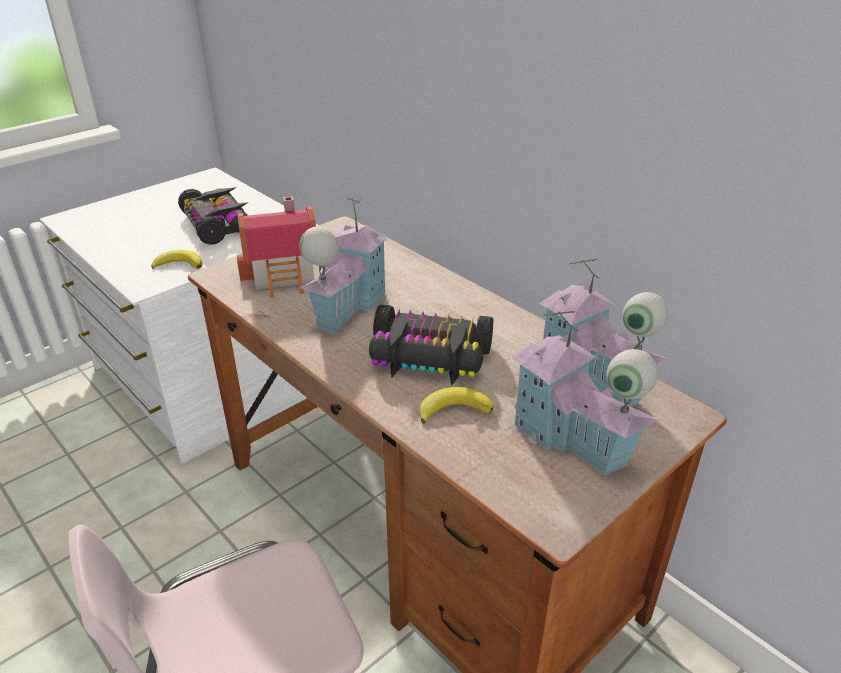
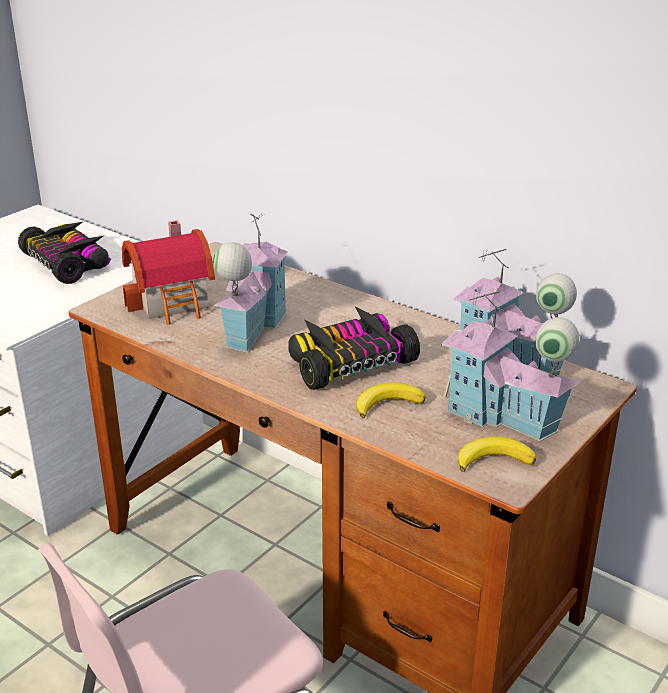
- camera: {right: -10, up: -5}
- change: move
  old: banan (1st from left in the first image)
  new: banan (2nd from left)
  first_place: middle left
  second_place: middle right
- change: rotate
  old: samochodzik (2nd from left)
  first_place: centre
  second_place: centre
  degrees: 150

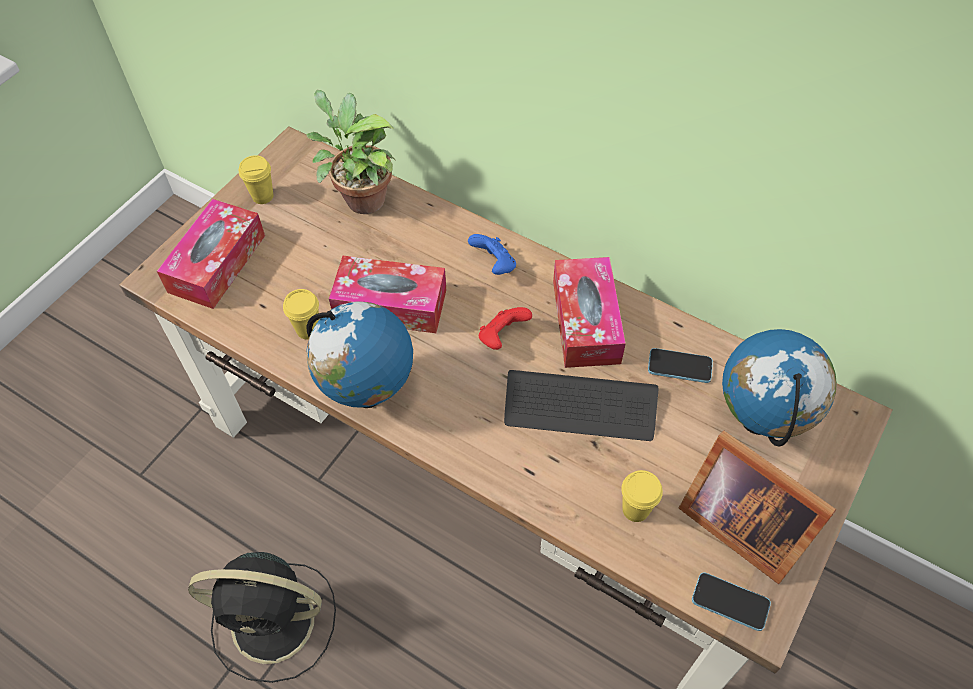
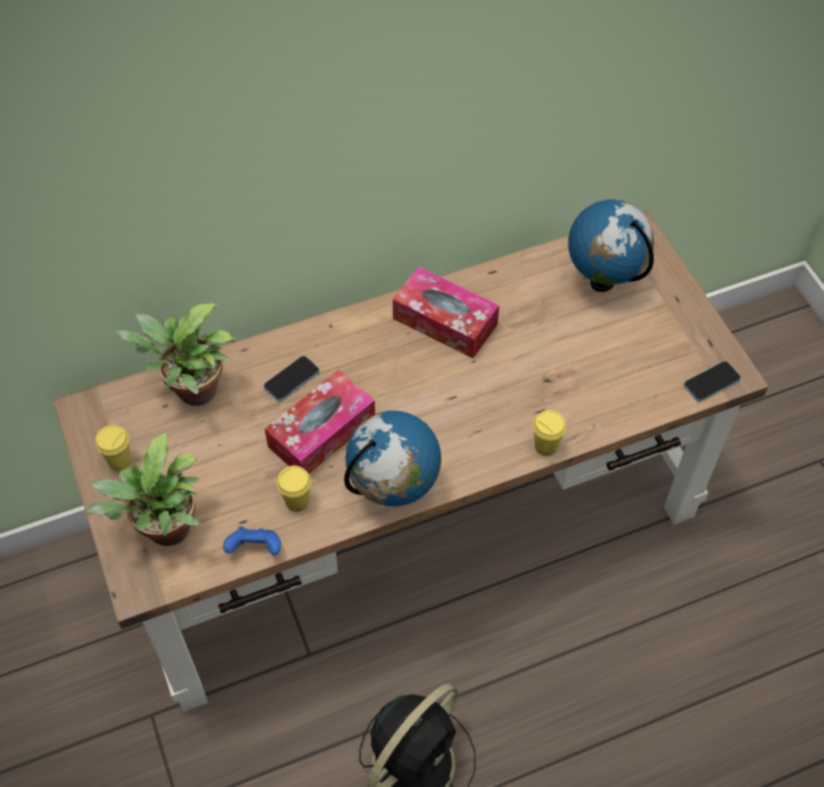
- camera: {right: -55, up: 0}
- change: replace
  old: pudełko chusteczek (1st from left)
  new: roślina doniczkowa (1st from left)
  first_place: middle left
  second_place: middle left
- change: move
  old: pad do gier (niebieski)
  first_place: centre
  second_place: bottom left
- change: delete
  old: pad do gier (czerwony)
  first_place: centre
- change: move
  old: telefon (1st from left)
  first_place: middle right
  second_place: centre
- change: delete
  old: klawiatura
  first_place: centre
- change: delete
  old: ramka na zdjęcie
  first_place: bottom right
- change: move
  old: filiżanka (żółty) (3rd from left)
  first_place: bottom centre
  second_place: centre

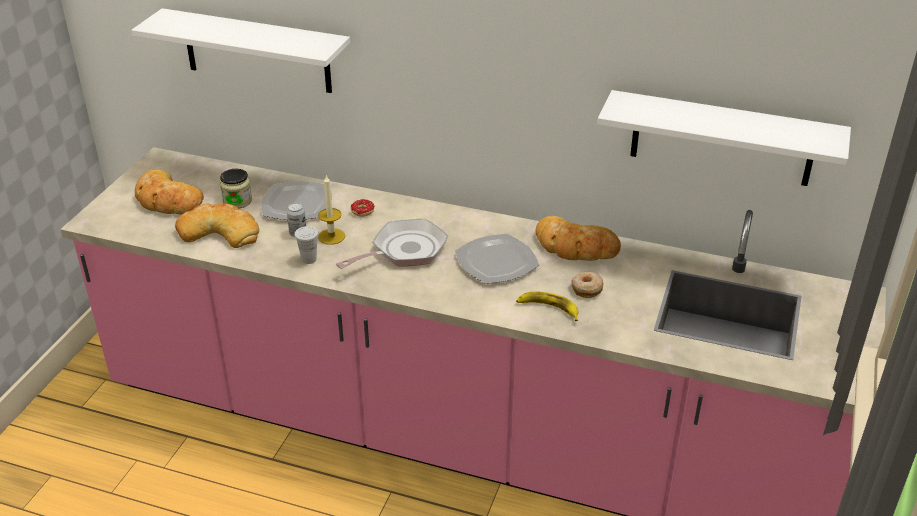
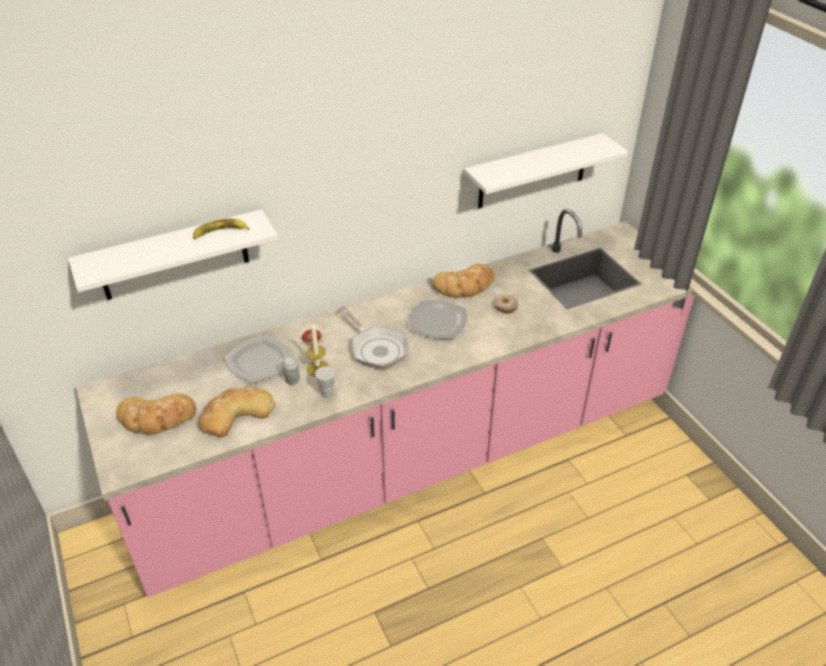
- camera: {right: -45, up: 5}
- change: delete
  old: słoik
  first_place: middle left
- change: rotate
  old: patelnia
  first_place: centre
  second_place: centre
  degrees: 135
- change: move
  old: banan
  first_place: centre
  second_place: middle left

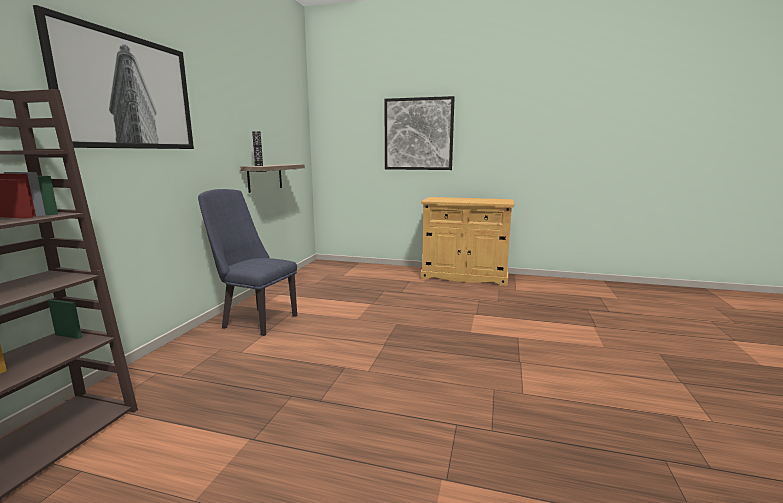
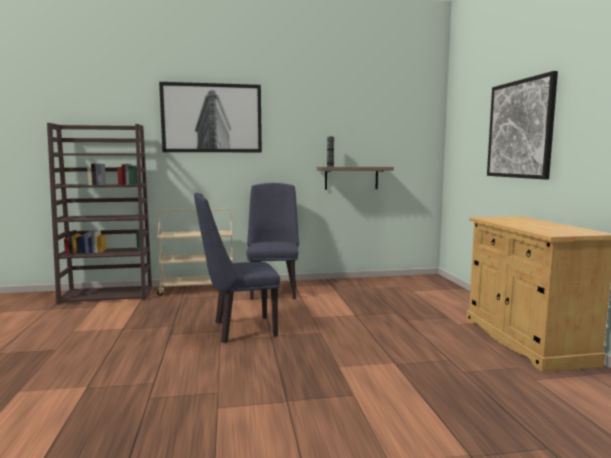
- camera: {right: 65, up: -5}
- change: insert
  new: krzesło (niebieski) (1st from left)
  second_place: centre
- change: insert
  new: wózek (beżowy)
  second_place: middle left

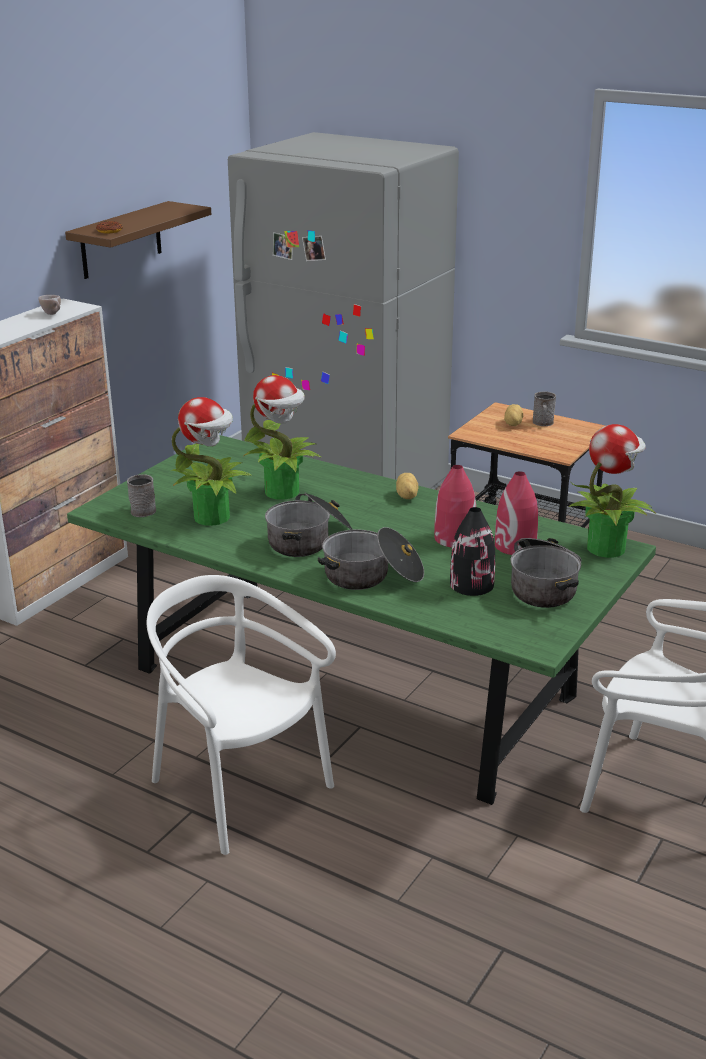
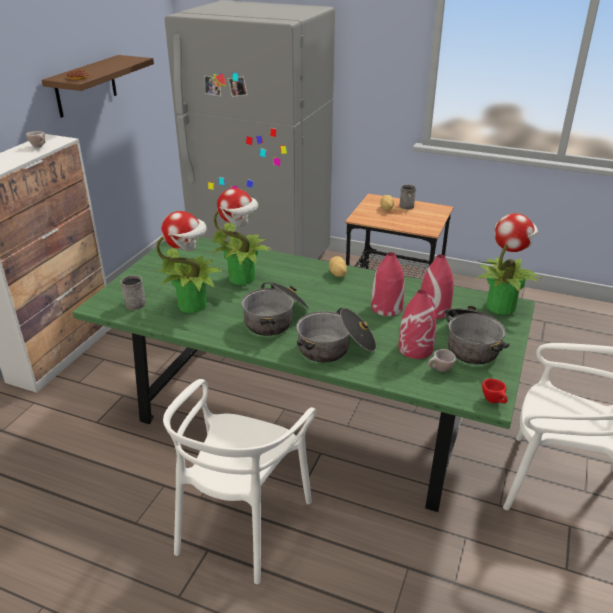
- camera: {right: -10, up: 5}
- change: recolor
  old: wazon (czarny)
  new: wazon (czerwony) (2nd from left)
  first_place: middle right
  second_place: middle right
- change: rotate
  old: krzesło (biały) (1st from left)
  first_place: bottom centre
  second_place: bottom centre
  degrees: -105
- change: insert
  new: filiżanka (beżowy) (2nd from left)
  second_place: middle right
- change: insert
  new: filiżanka (czerwony)
  second_place: middle right

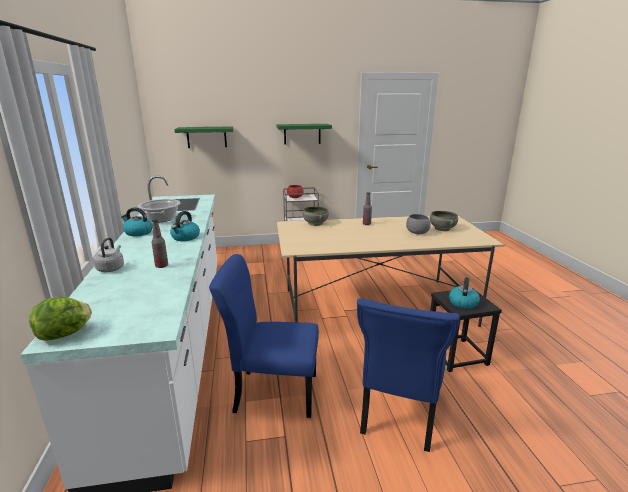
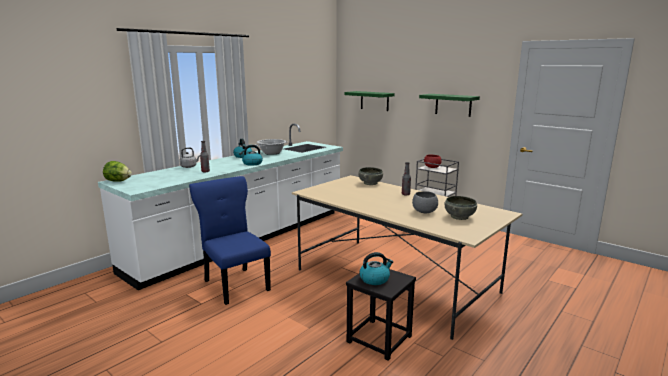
- camera: {right: 50, up: -5}
- change: delete
  old: krzesło (niebieski) (2nd from left)
  first_place: bottom centre

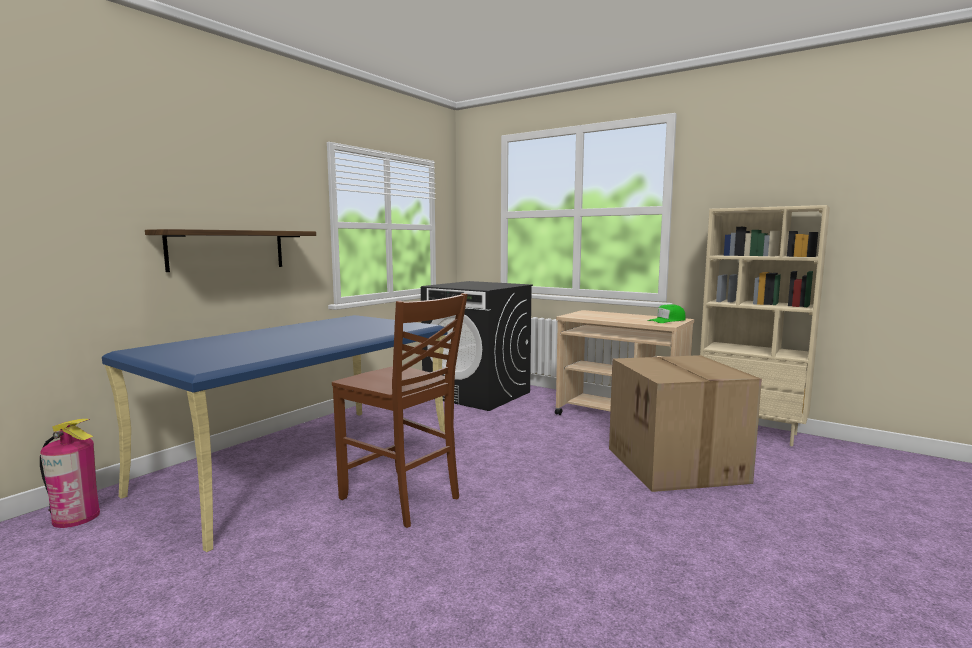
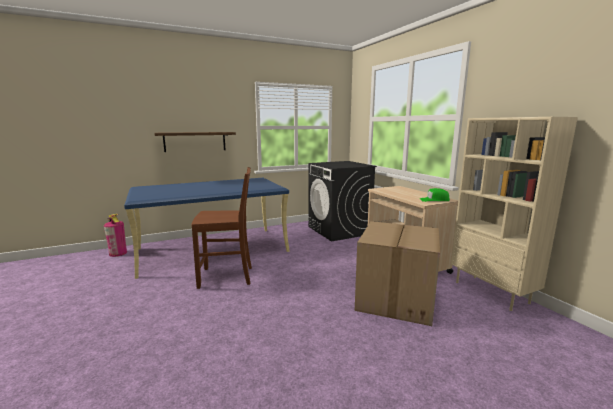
- camera: {right: 30, up: 5}
- change: rotate
  old: krzesło (brązowy)
  first_place: centre
  second_place: centre
  degrees: -75

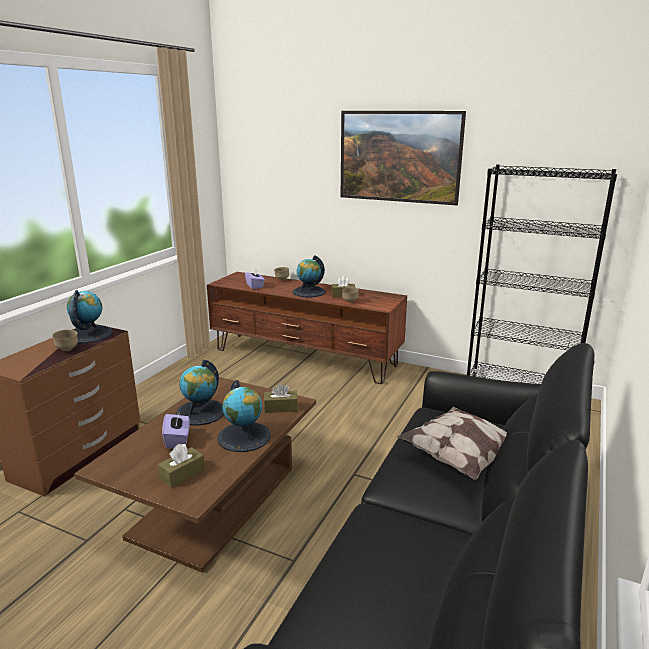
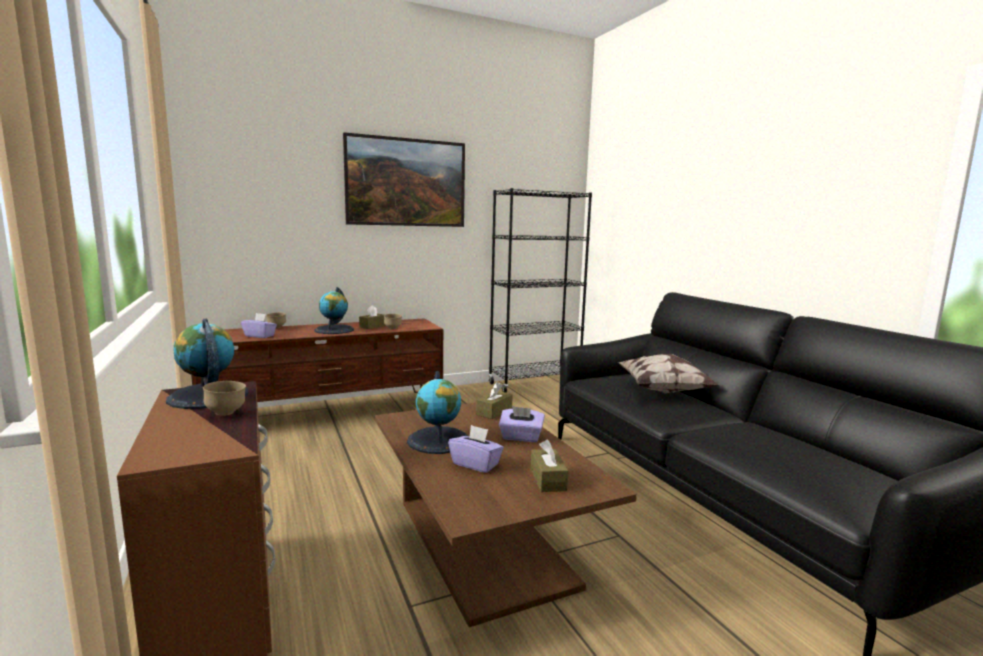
- camera: {right: -50, up: -10}
- change: replace
  old: globus (3rd from left)
  new: pudełko chusteczek (fioletowy) (3rd from left)
  first_place: centre
  second_place: centre

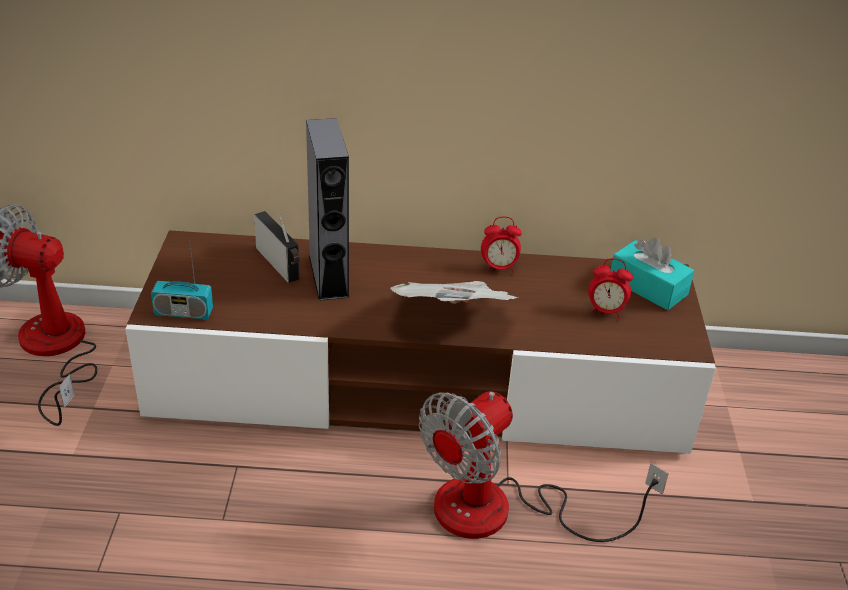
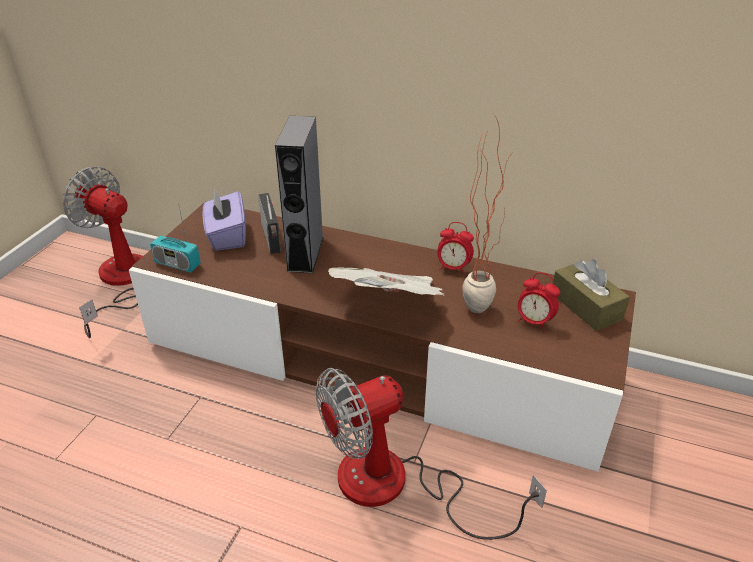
- camera: {right: 20, up: 0}
- change: recolor
  old: pudełko chusteczek (turkusowy)
  new: pudełko chusteczek (brązowy)
  first_place: middle right
  second_place: middle right
- change: insert
  new: roślina doniczkowa
  second_place: centre
- change: insert
  new: pudełko chusteczek (fioletowy)
  second_place: middle left

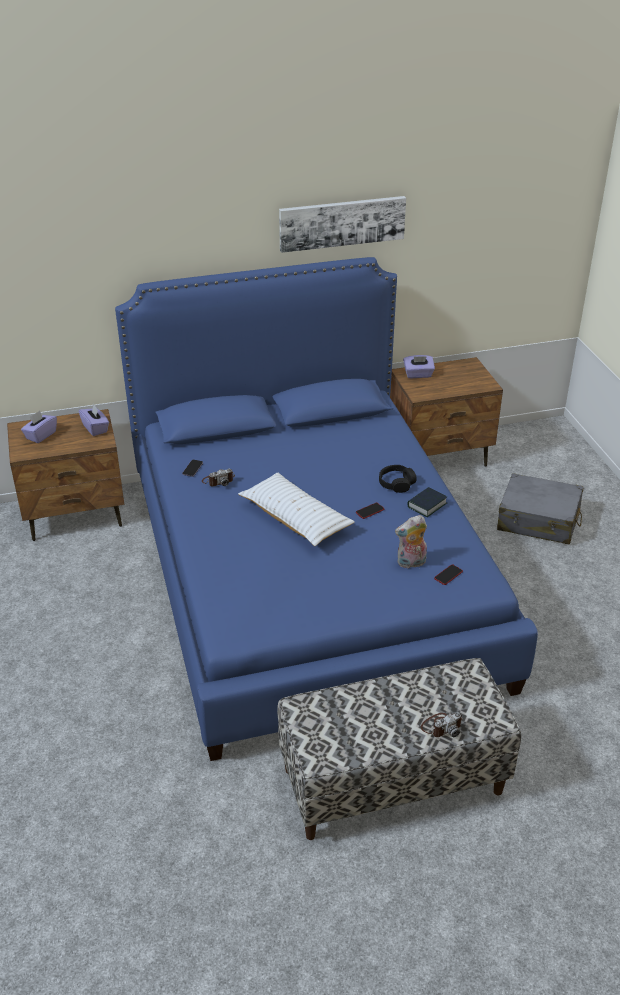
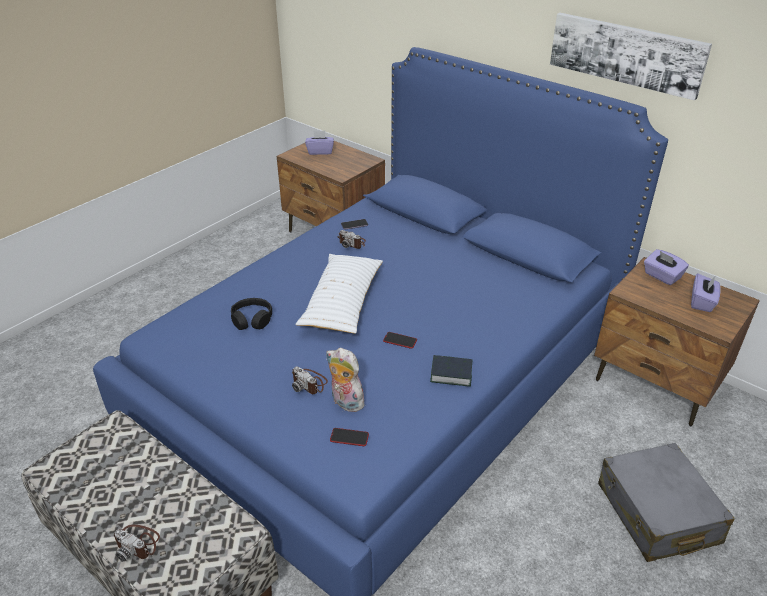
- camera: {right: 55, up: 0}
- change: move
  old: pudełko chusteczek (fioletowy) (2nd from left in the first image)
  new: pudełko chusteczek (fioletowy) (3rd from left)
  first_place: middle left
  second_place: middle right
- change: move
  old: słuchawki (czarny)
  first_place: centre
  second_place: middle left
- change: insert
  new: aparat fotograficzny (2nd from left)
  second_place: centre

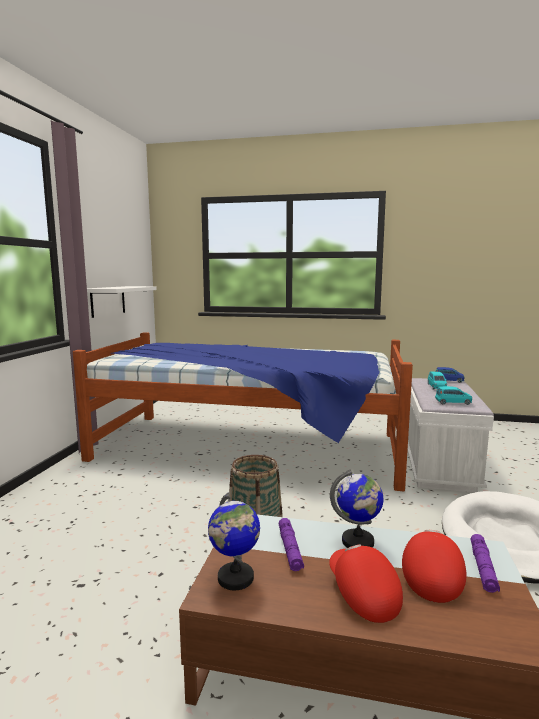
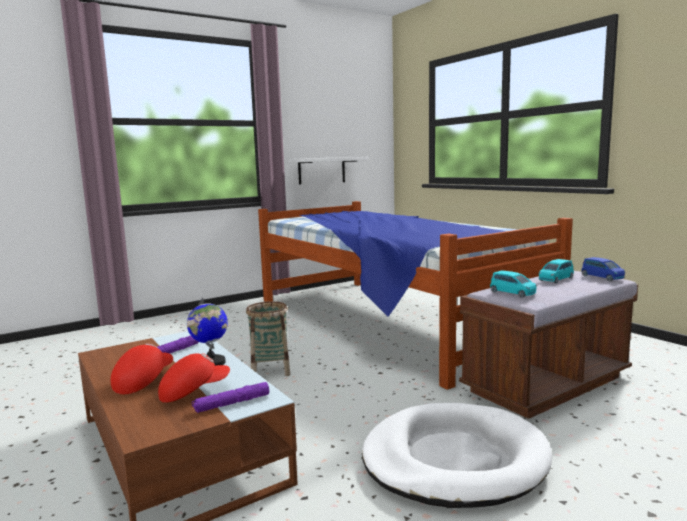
- camera: {right: 45, up: 0}
- change: recolor
  old: ławka (biały)
  new: ławka (brązowy)
  first_place: middle right
  second_place: middle right
- change: delete
  old: globus (1st from left)
  first_place: bottom centre

